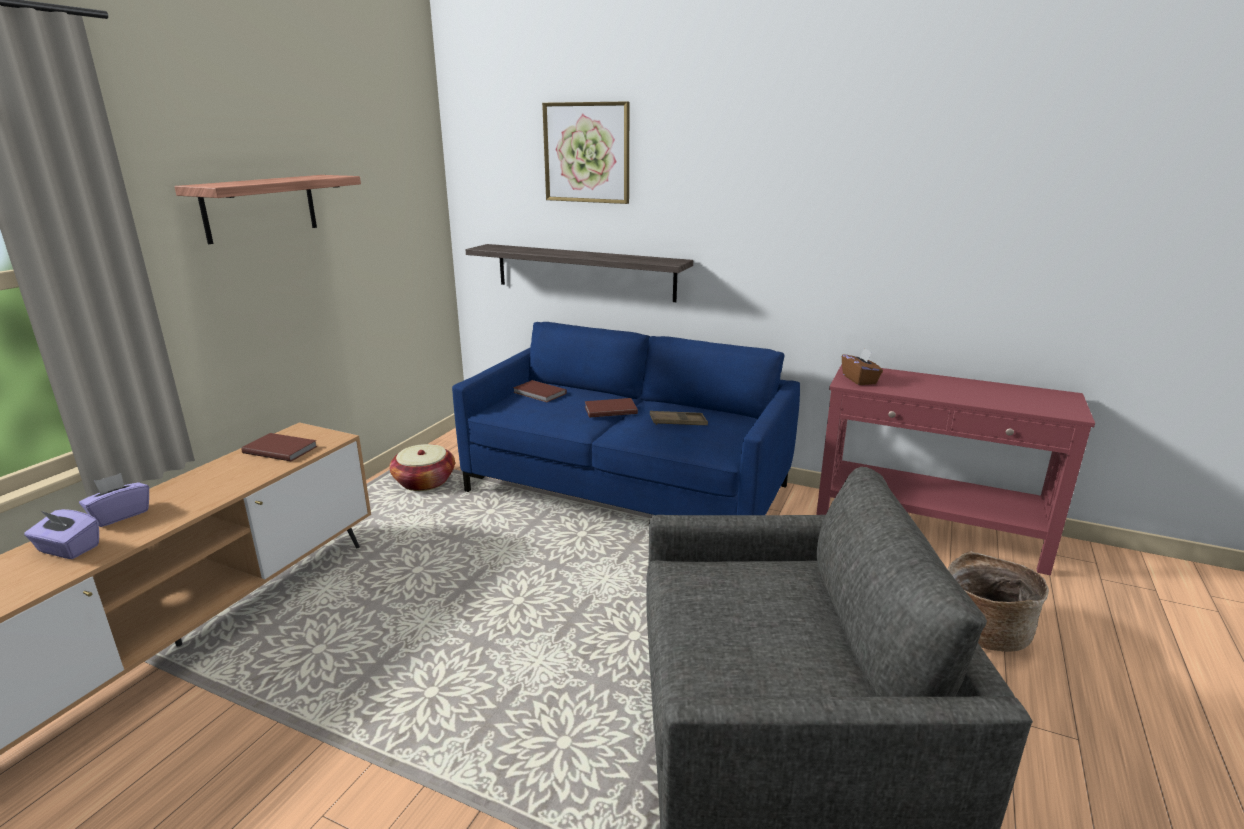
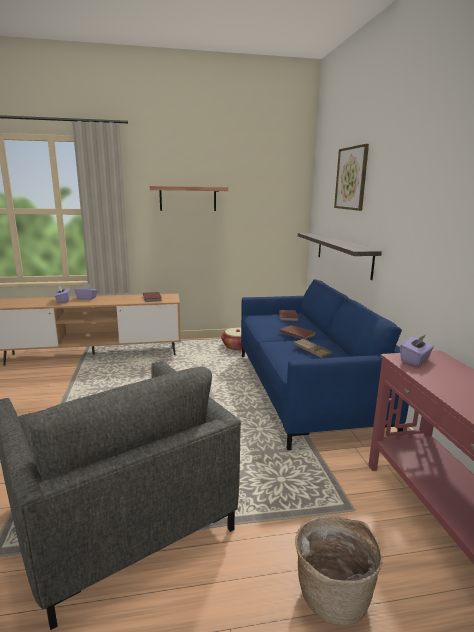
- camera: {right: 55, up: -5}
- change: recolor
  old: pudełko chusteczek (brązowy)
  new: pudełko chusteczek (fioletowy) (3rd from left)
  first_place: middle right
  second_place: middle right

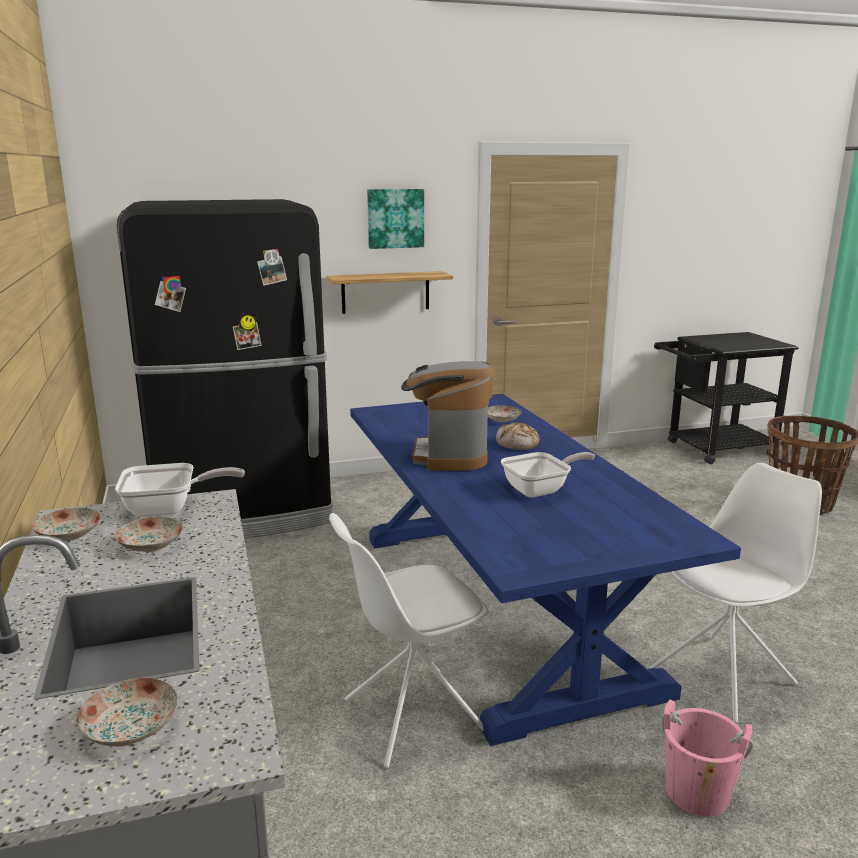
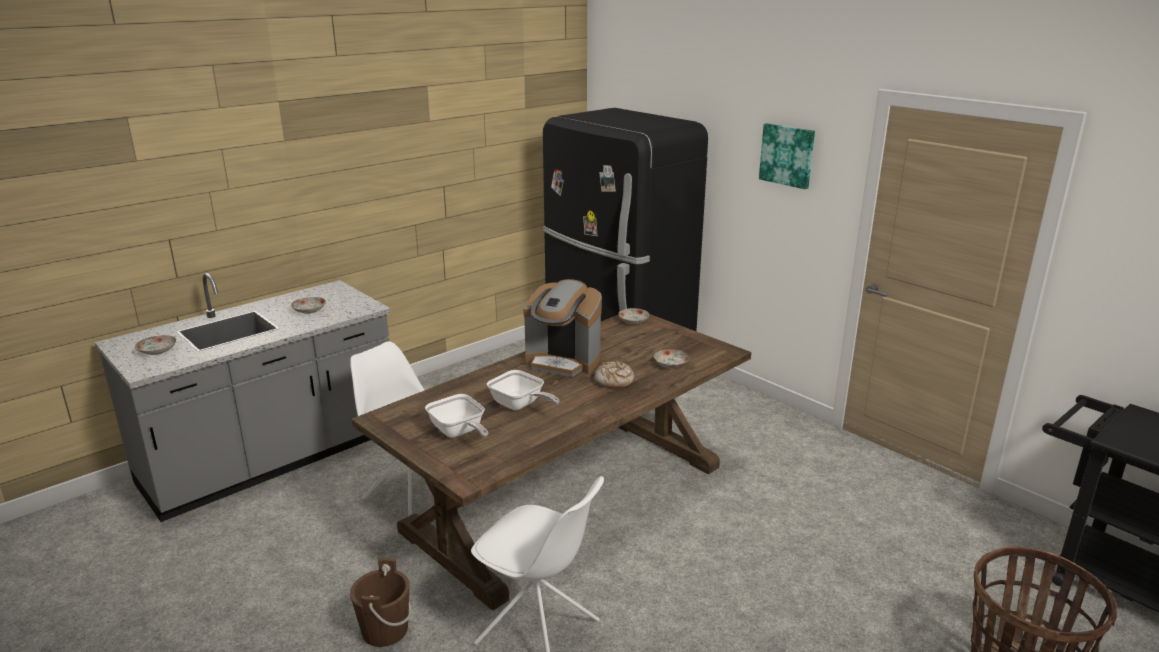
- camera: {right: 65, up: 5}
- change: delete
  old: półka
  first_place: centre
- change: rotate
  old: ekspres do kawy
  first_place: centre
  second_place: centre
  degrees: -135
- change: recolor
  old: stół jadalny (niebieski)
  new: stół jadalny (brązowy)
  first_place: centre
  second_place: bottom centre
- change: move
  old: patelnia (1st from left)
  first_place: middle left
  second_place: centre
- change: move
  old: talerz (1st from left in the first image)
  new: talerz (3rd from left)
  first_place: middle left
  second_place: centre
- change: recolor
  old: wiadro (różowy)
  new: wiadro (brązowy)
  first_place: bottom right
  second_place: bottom left

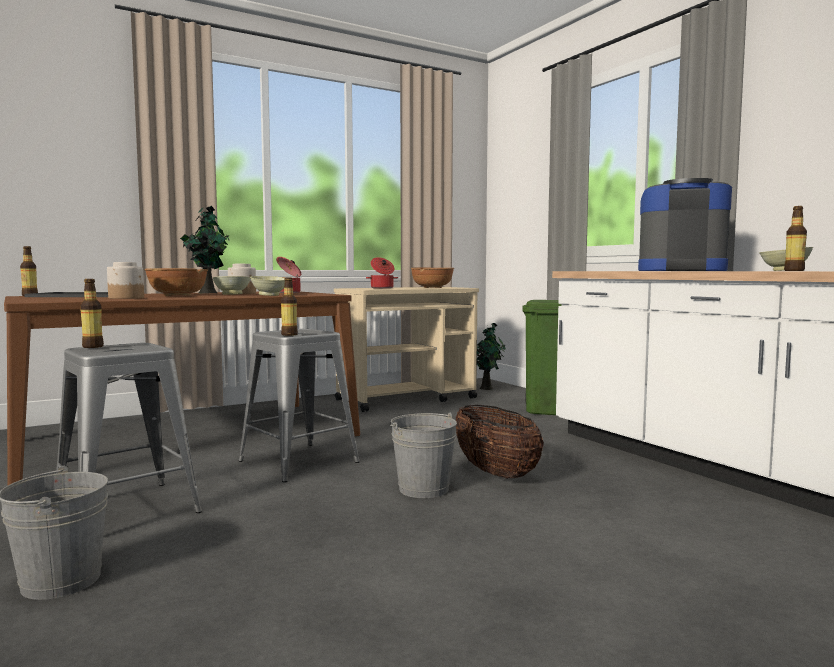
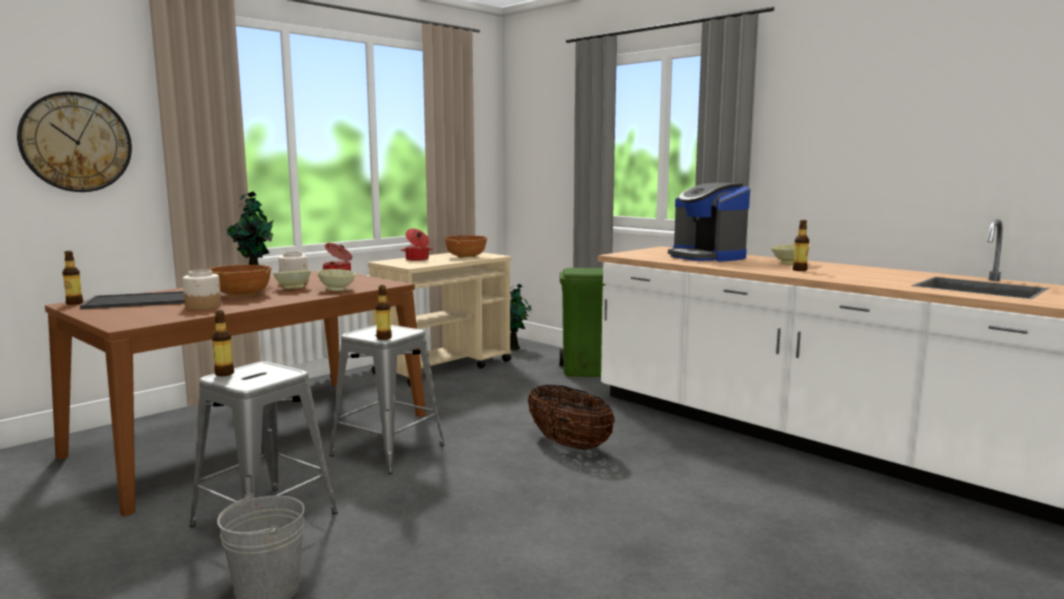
- camera: {right: -15, up: 5}
- change: rotate
  old: ekspres do kawy
  first_place: middle right
  second_place: centre
  degrees: -120
- change: delete
  old: wiadro (szary) (2nd from left)
  first_place: bottom centre
- change: insert
  new: zegar ścienny
  second_place: top left

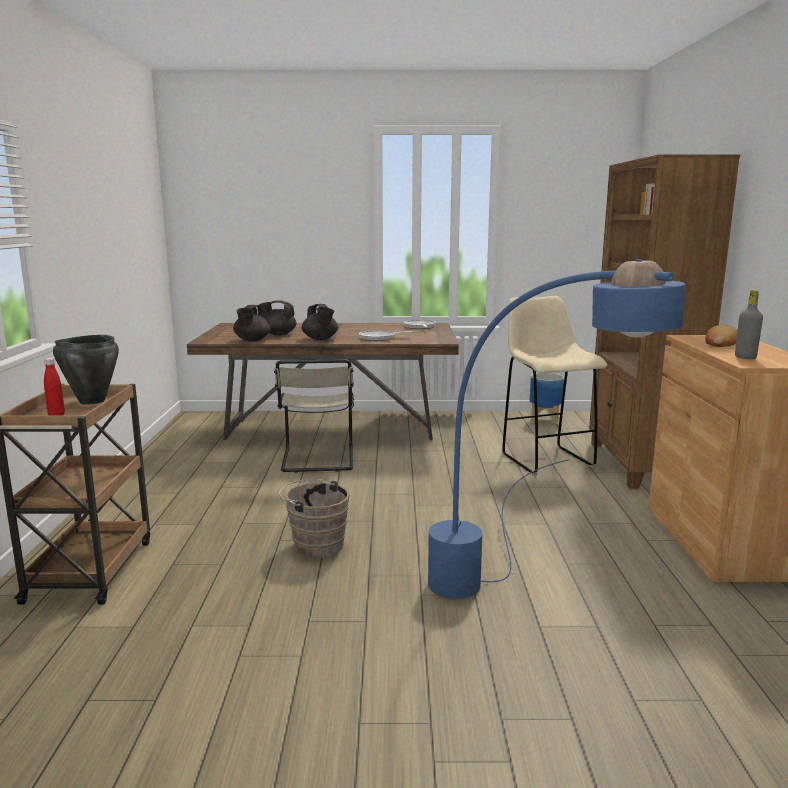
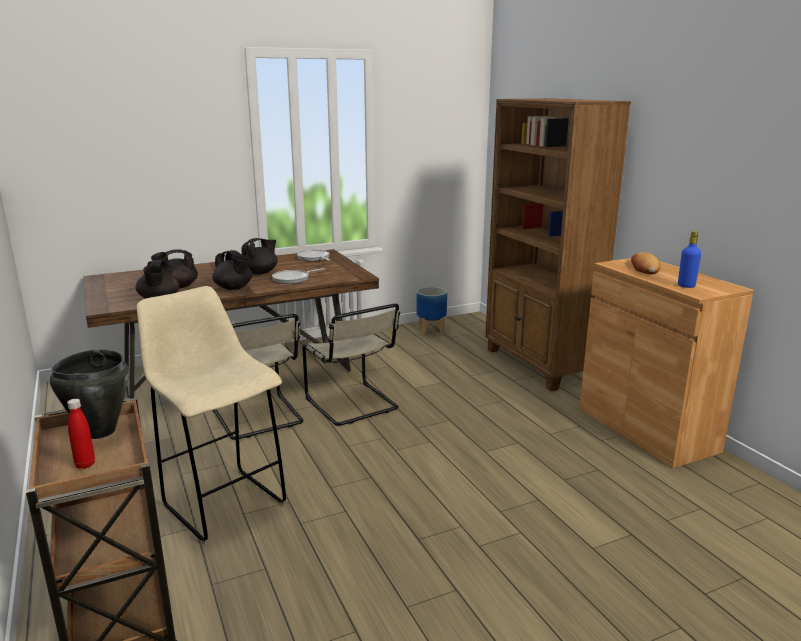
- camera: {right: -25, up: 5}
- change: delete
  old: lampa stojąca (niebieski)
  first_place: middle right
- change: recolor
  old: butelka (szary)
  new: butelka (niebieski)
  first_place: middle right
  second_place: middle right
- change: move
  old: stołek (beżowy)
  first_place: middle right
  second_place: middle left
- change: delete
  old: wiadro (brązowy)
  first_place: centre
- change: insert
  new: imbryk (czarny) (4th from left)
  second_place: middle left
- change: insert
  new: krzesło (beżowy) (2nd from left)
  second_place: centre

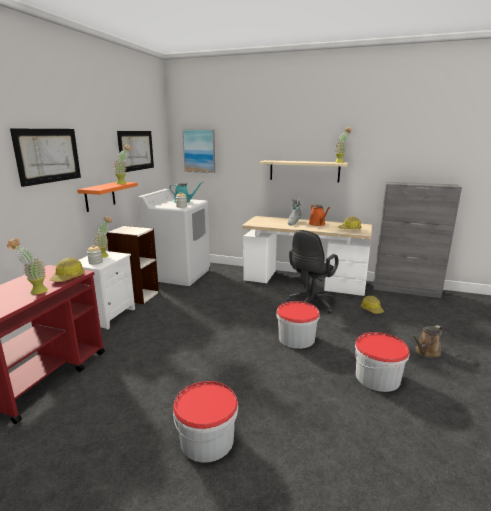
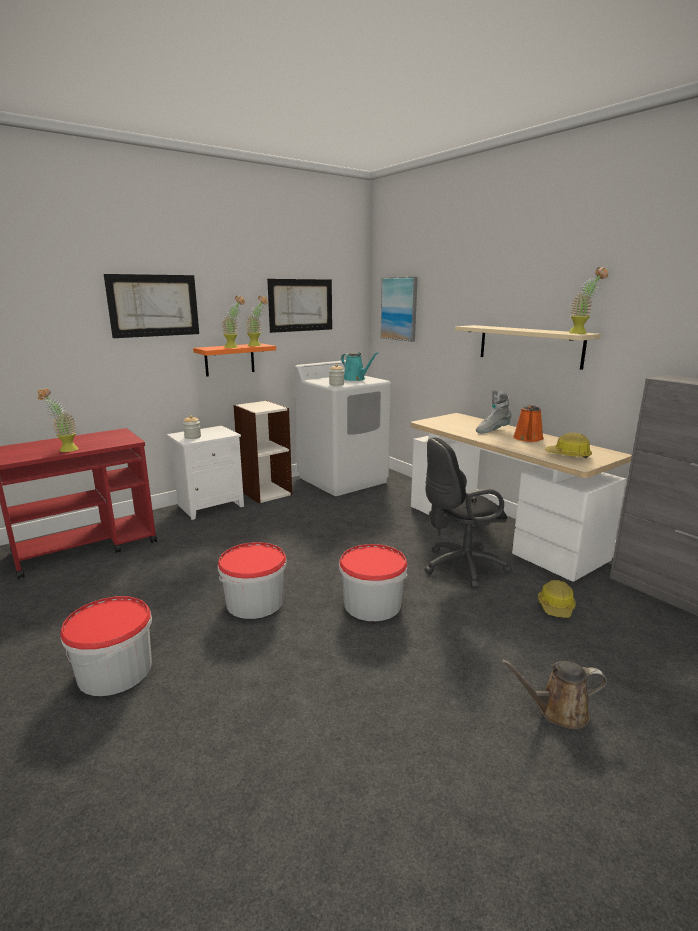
- camera: {right: 35, up: 0}
- change: move
  old: roślina doniczkowa (2nd from left)
  first_place: middle left
  second_place: centre
- change: delete
  old: kask (1st from left)
  first_place: middle left
- change: move
  old: wiadro (3rd from left in the first image)
  new: wiadro (2nd from left)
  first_place: bottom right
  second_place: centre

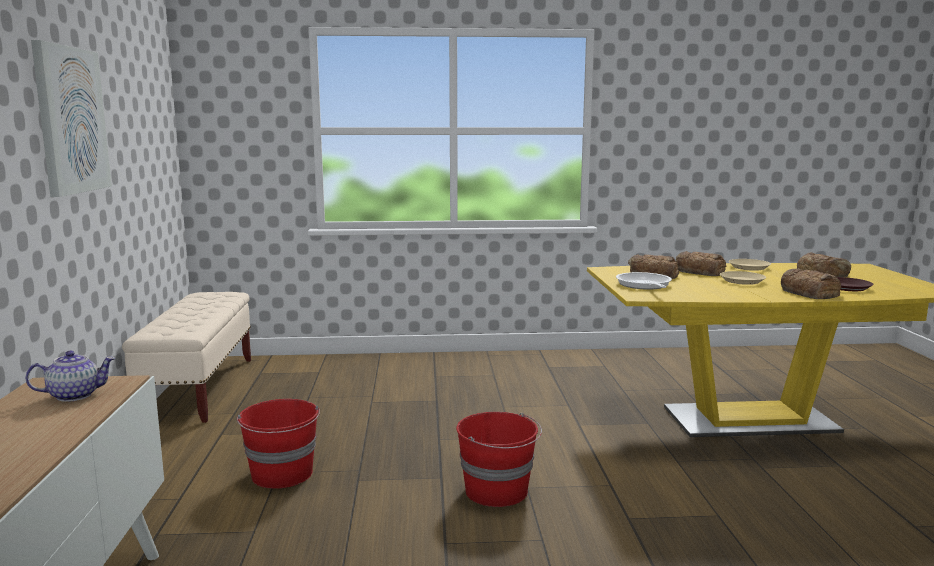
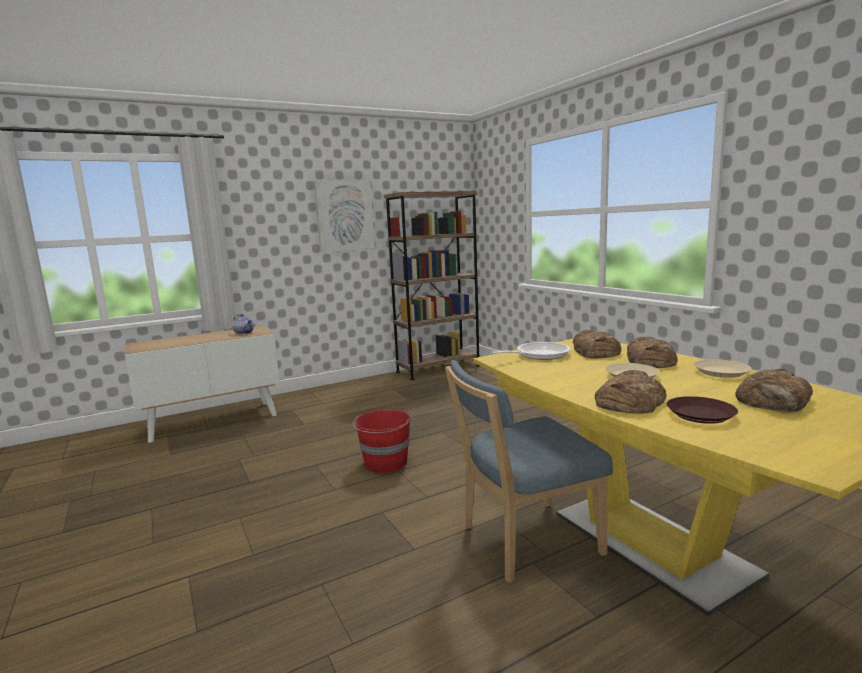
- camera: {right: 65, up: 0}
- change: replace
  old: ławka (beżowy)
  new: regał (brązowy)
  first_place: middle left
  second_place: centre
- change: delete
  old: wiadro (czerwony) (1st from left)
  first_place: bottom left
- change: insert
  new: krzesło (niebieski)
  second_place: bottom centre

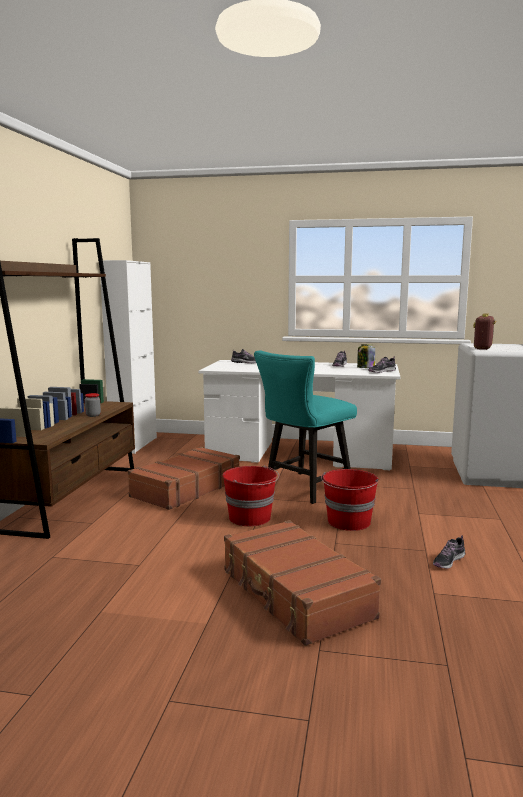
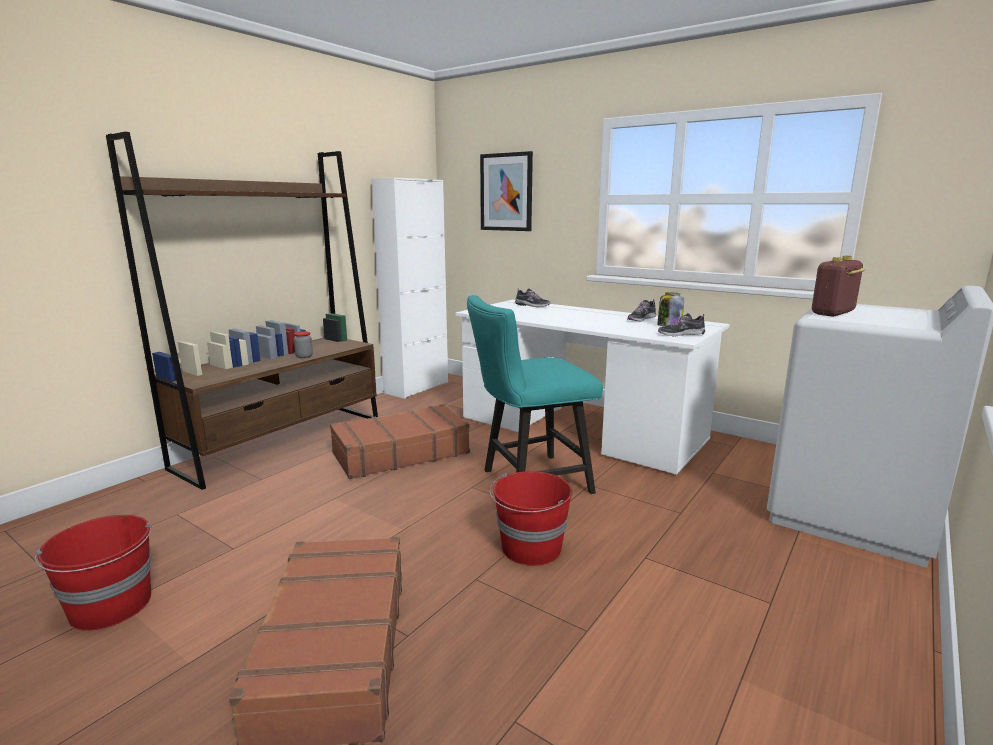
- camera: {right: 25, up: 5}
- change: move
  old: wiadro (czerwony) (1st from left)
  first_place: centre
  second_place: bottom left
- change: delete
  old: but (4th from left)
  first_place: bottom right
- change: insert
  new: obraz
  second_place: top centre

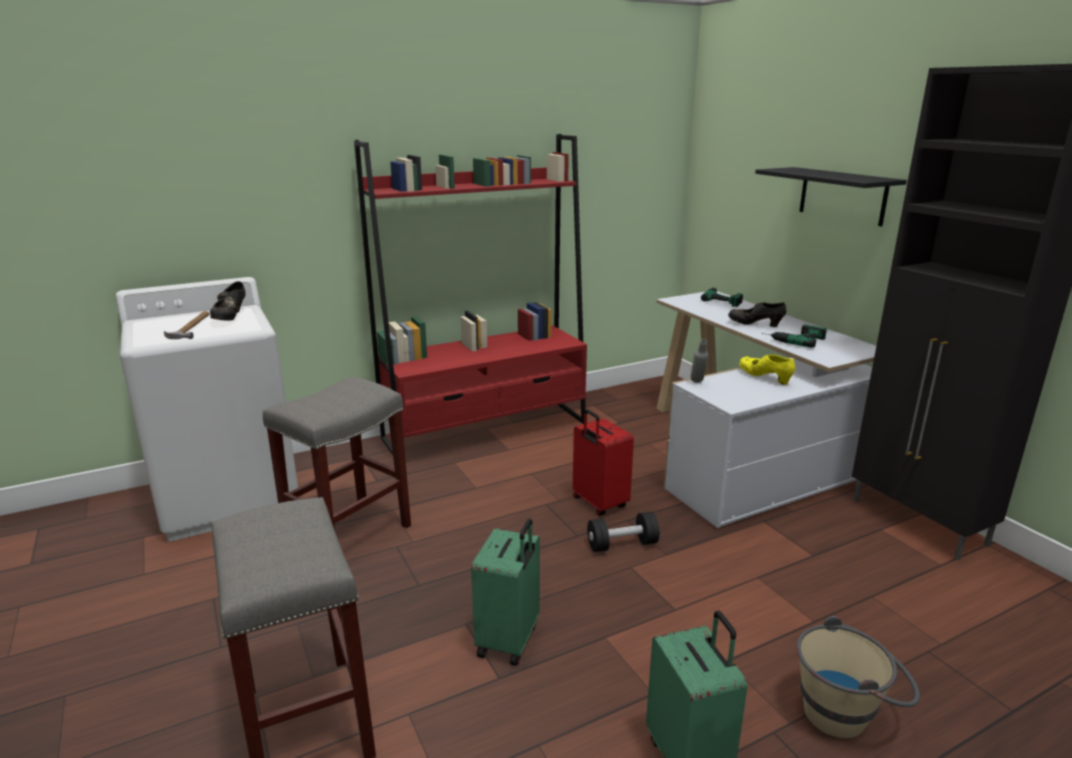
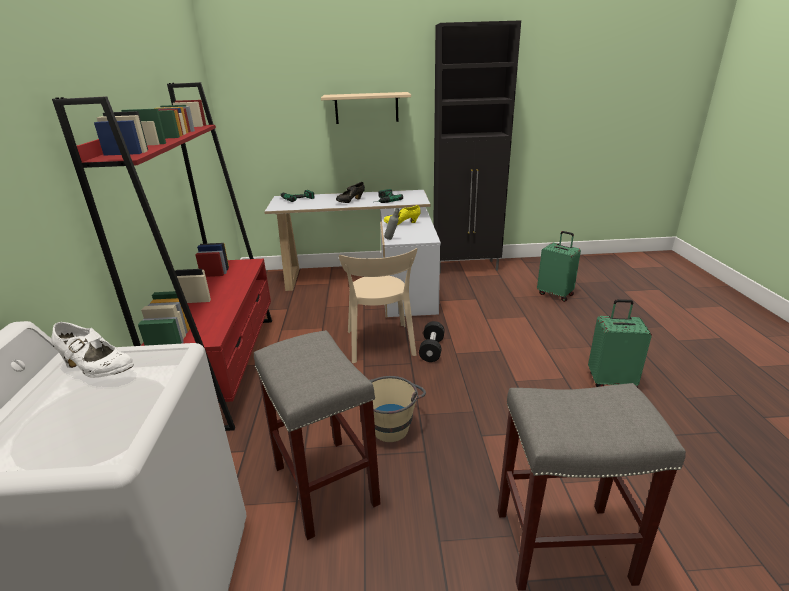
- camera: {right: -65, up: 5}
- change: recolor
  old: półka (czarny)
  new: półka (beżowy)
  first_place: top right
  second_place: top centre
- change: recolor
  old: but (czarny) (1st from left)
  new: but (biały)
  first_place: middle left
  second_place: middle left
- change: delete
  old: młotek
  first_place: middle left
- change: replace
  old: walizka (czerwony)
  new: krzesło (beżowy)
  first_place: centre
  second_place: centre
- change: move
  old: walizka (zielony) (1st from left)
  first_place: bottom centre
  second_place: middle right
- change: move
  old: wiadro (beżowy)
  first_place: bottom right
  second_place: bottom centre

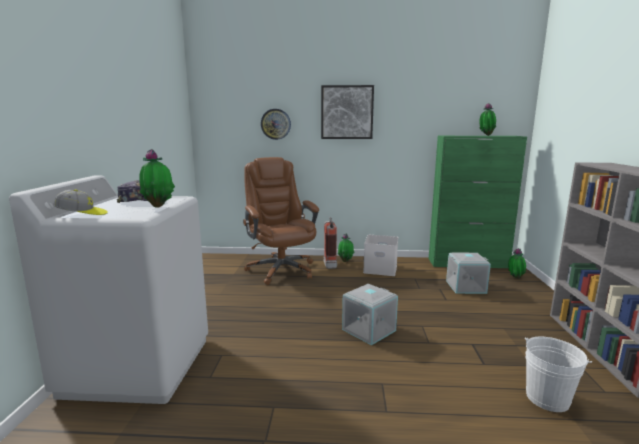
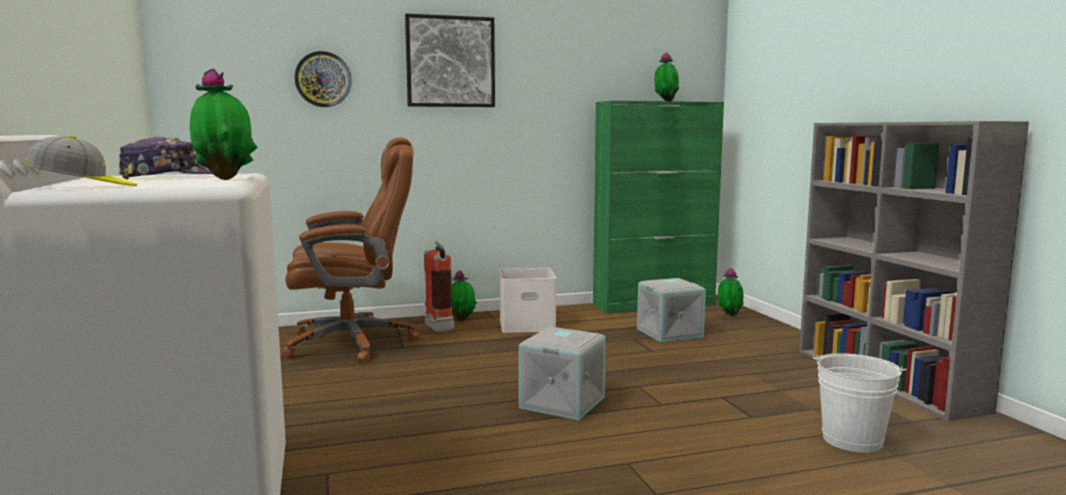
- camera: {right: -20, up: -5}
- change: rotate
  old: krzesło biurowe (brązowy)
  first_place: centre
  second_place: middle left
  degrees: 120

